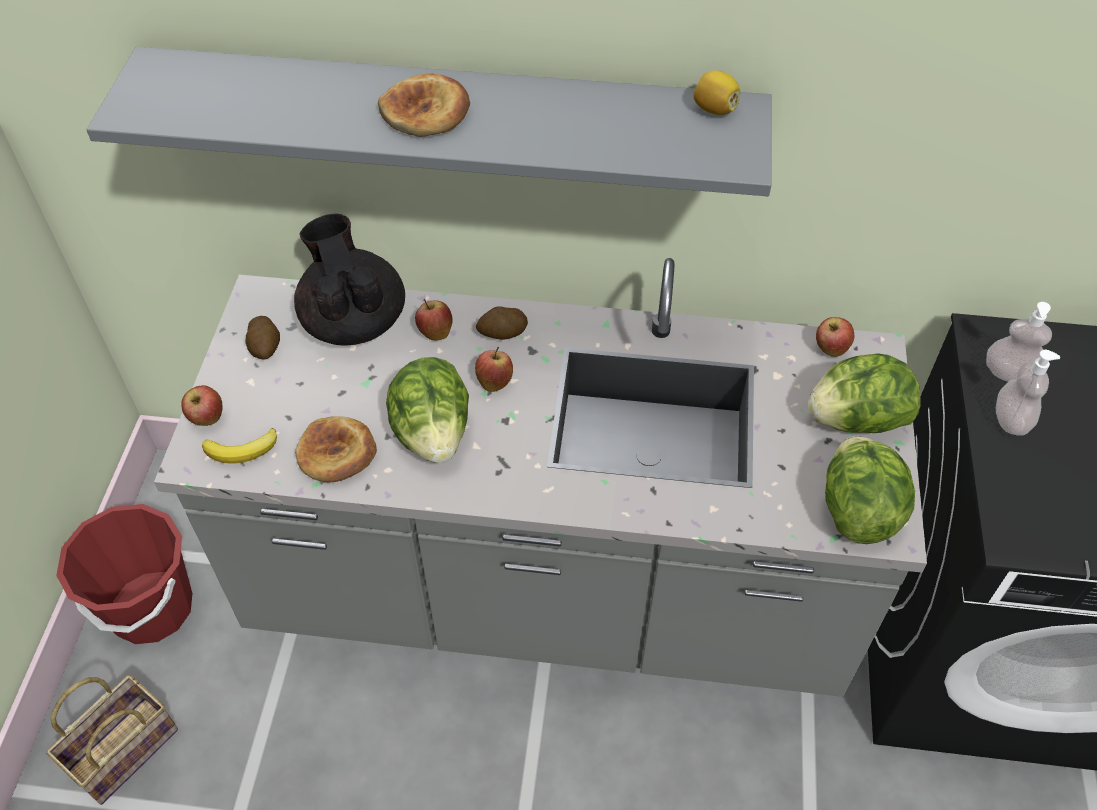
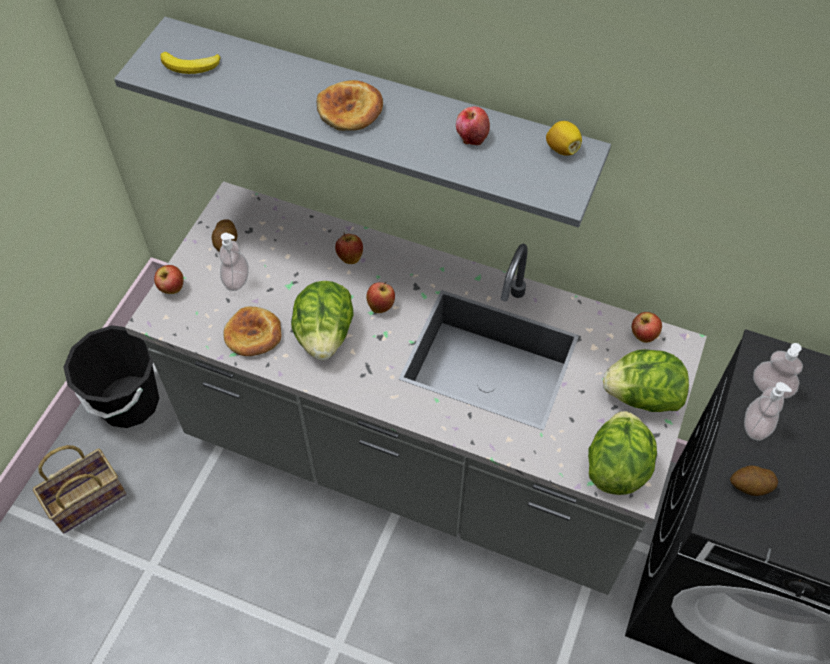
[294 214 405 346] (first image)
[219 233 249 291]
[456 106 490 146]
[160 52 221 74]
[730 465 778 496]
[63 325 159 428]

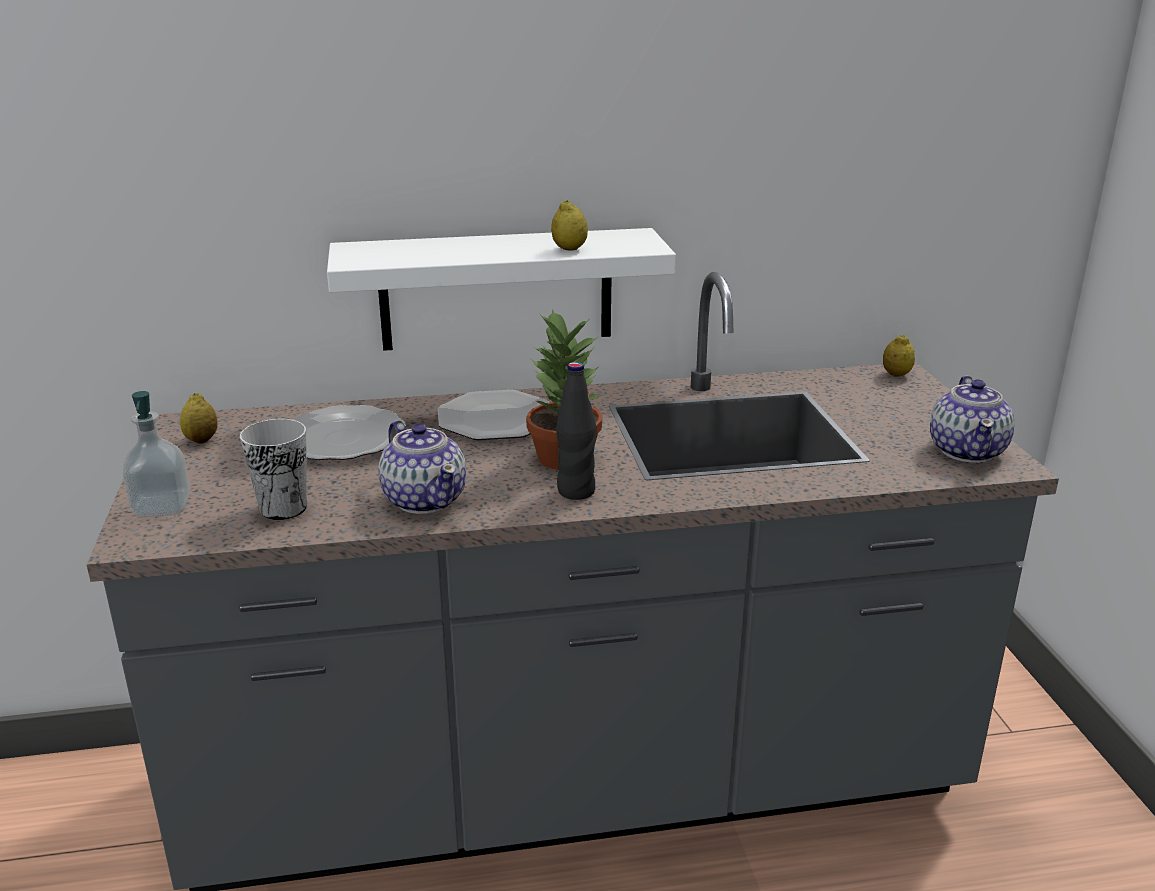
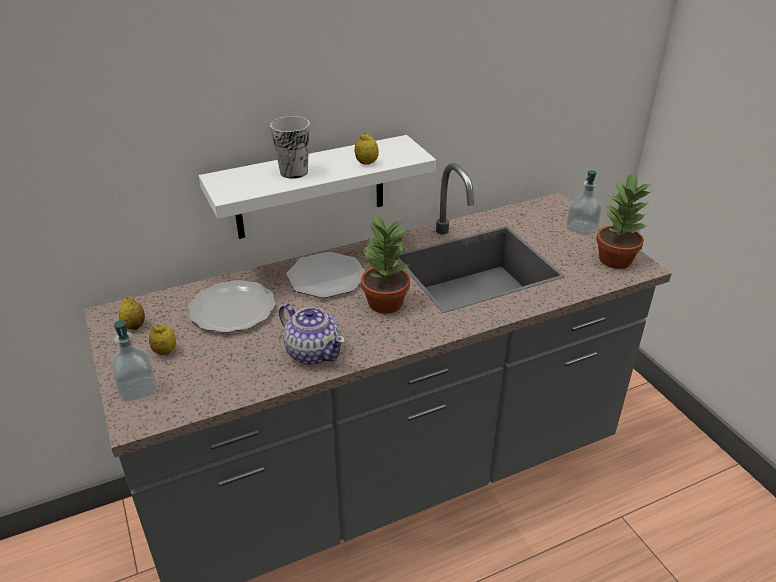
[556 362 596 500] (first image)
[566 170 602 235]
[270 116 310 179]
[149 324 176 355]
[596 171 652 269]

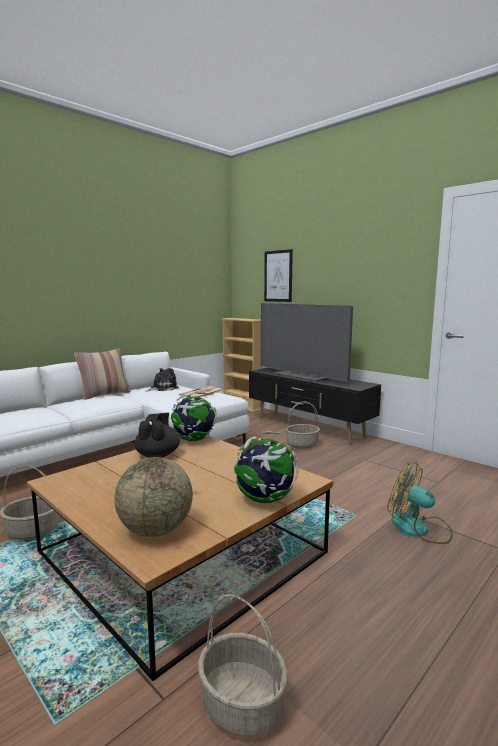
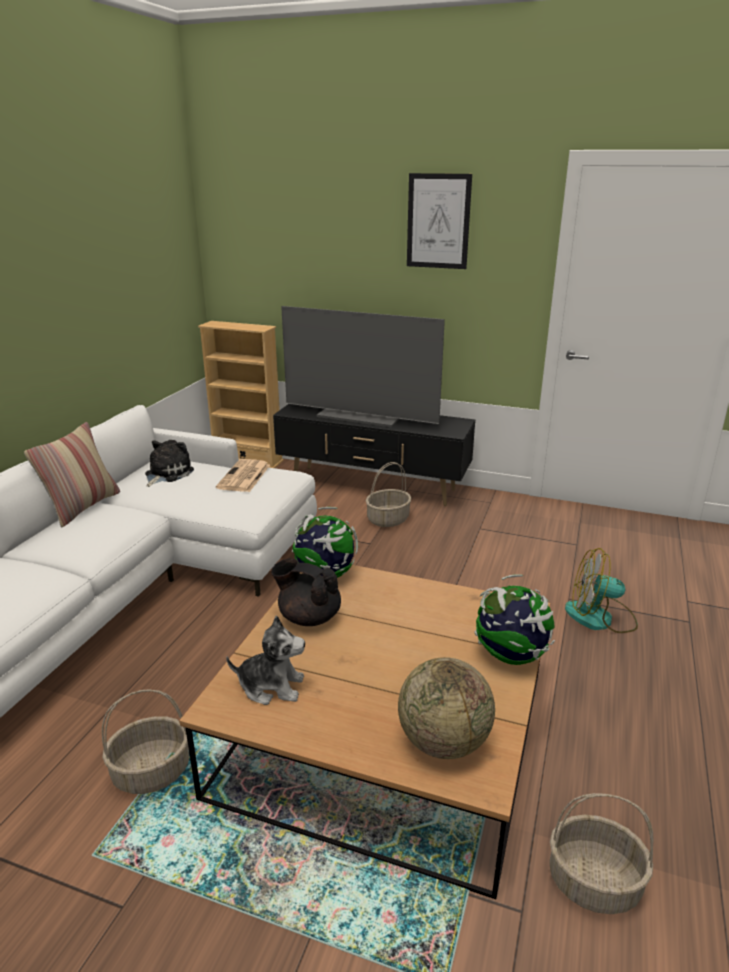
[226 616 305 705]
[407 173 472 269]
[271 558 341 626]

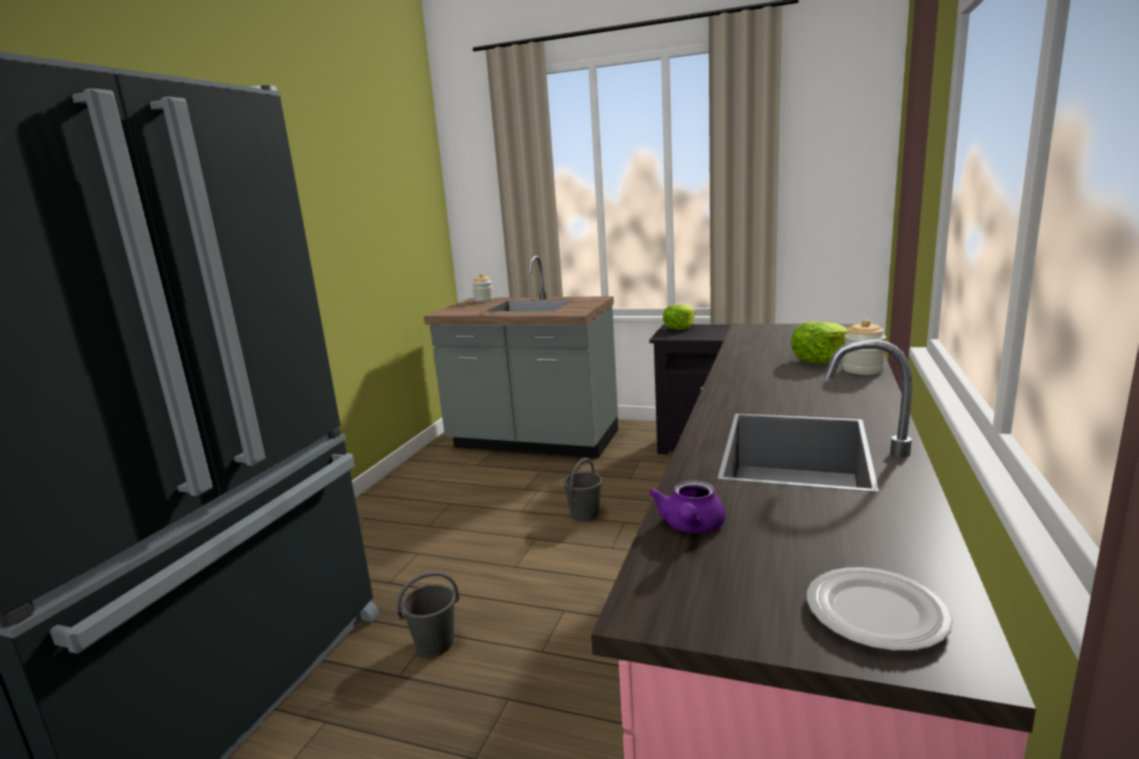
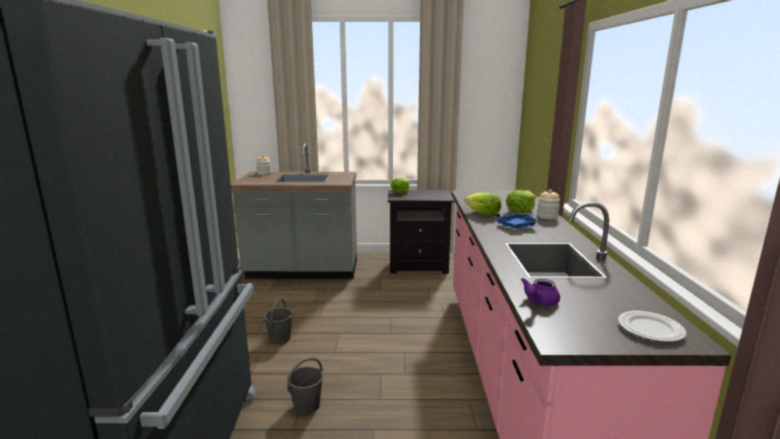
[464 192 501 216]
[495 213 539 229]
[264 298 293 344]
[521 278 560 306]

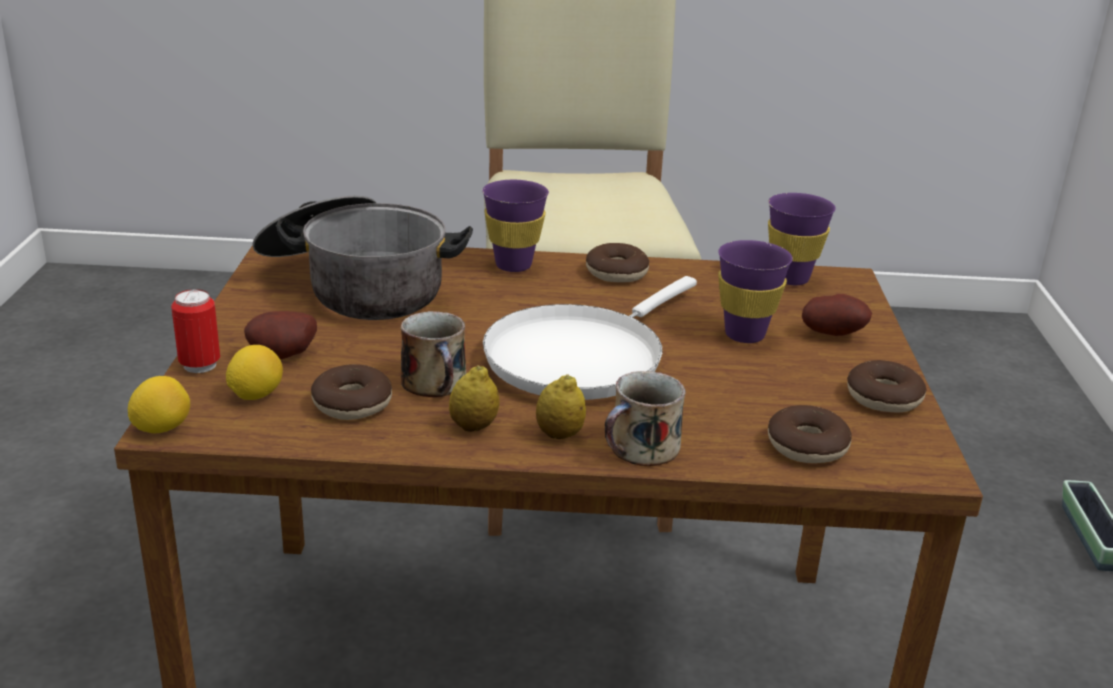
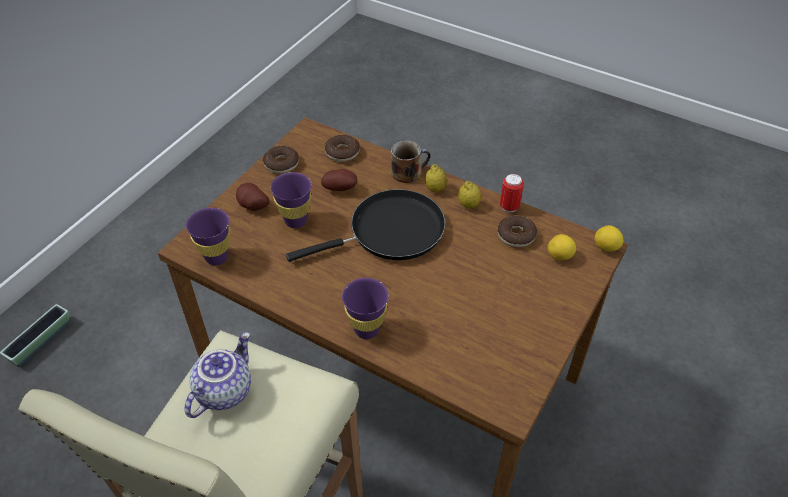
[252 195 473 320] (first image)
[401 311 466 397] (first image)
[586 243 649 282] (first image)
[184 332 251 418]
[500 174 524 212]
[321 169 357 191]
[286 189 445 262]

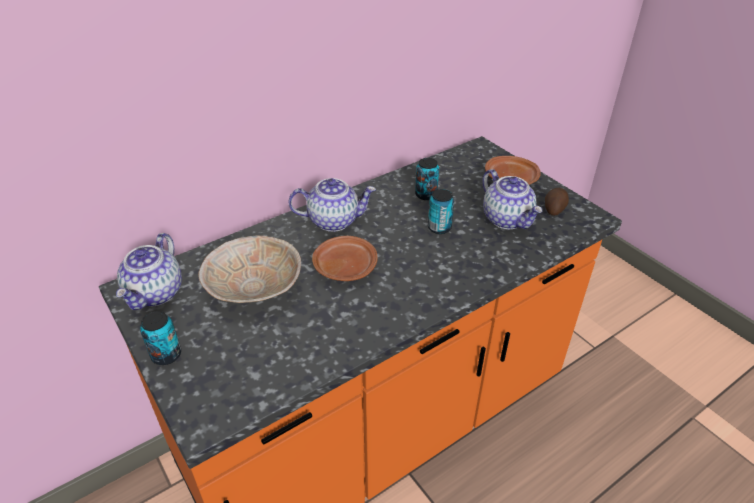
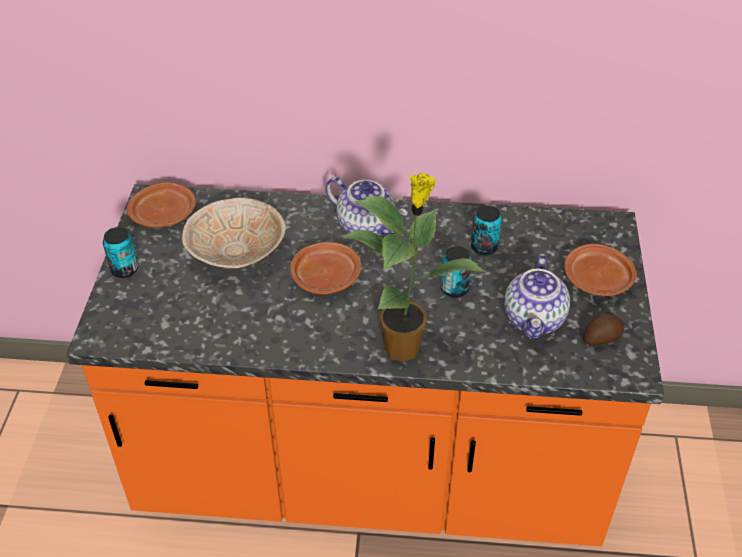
[340 172 486 362]
[127 182 196 227]

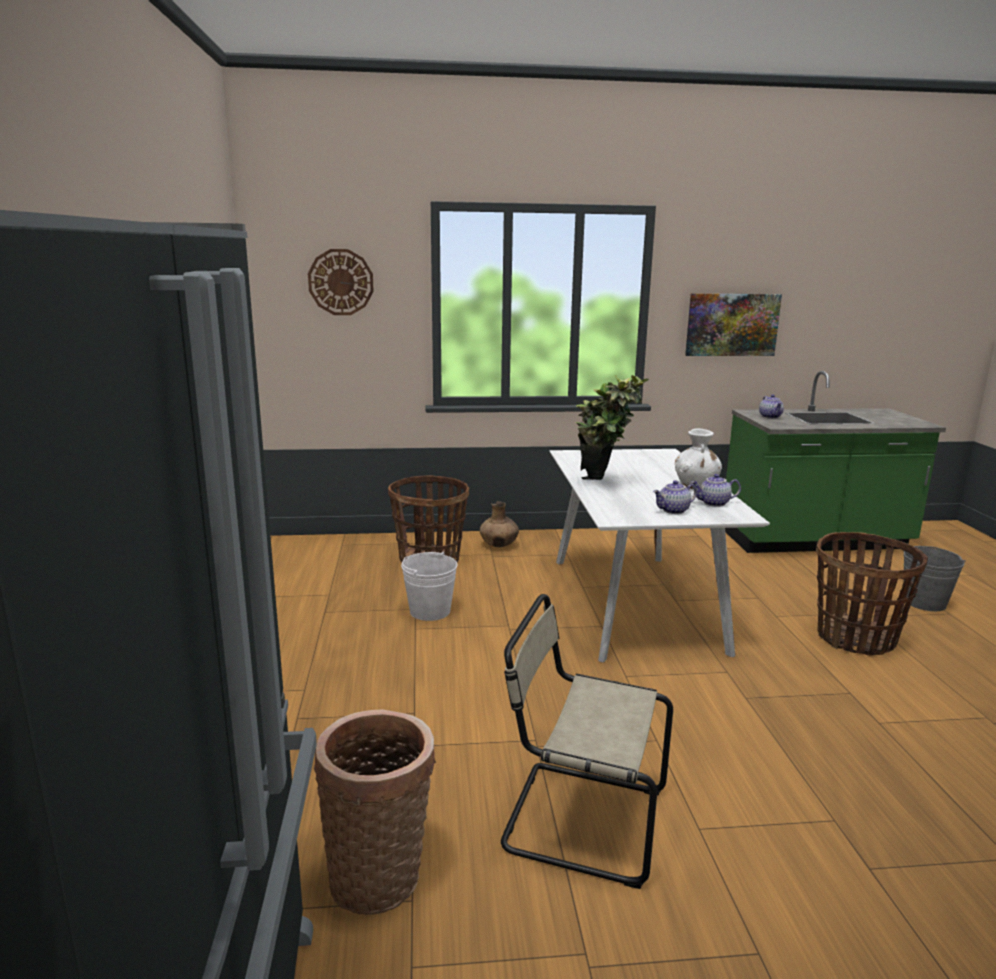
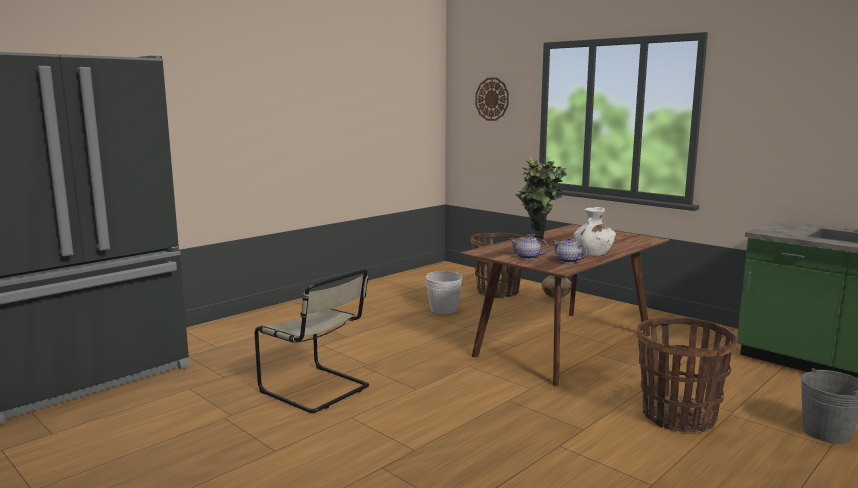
[314 710 436 915] (first image)
[685 293 782 356] (first image)
[759 394 784 419] (first image)
[460 224 670 386]
[255 269 369 413]

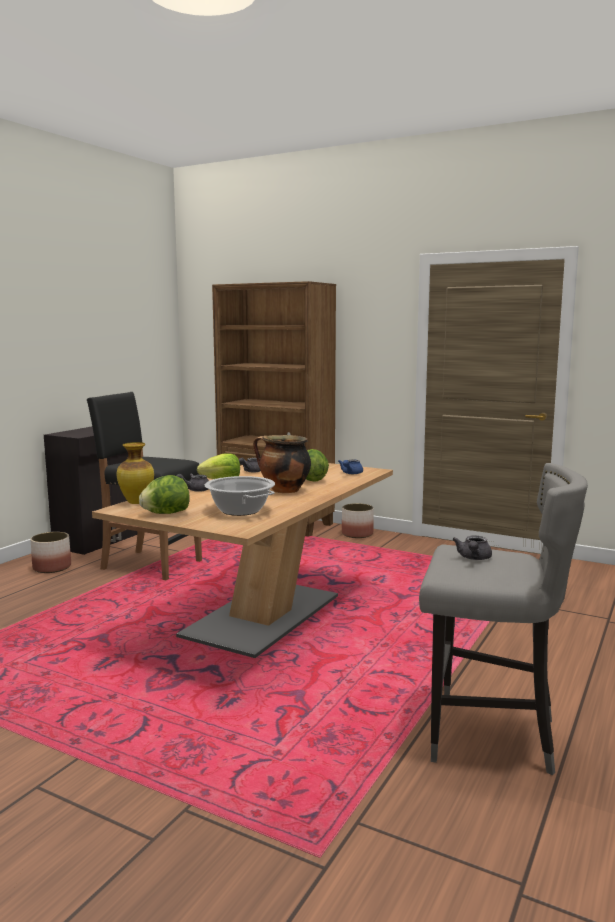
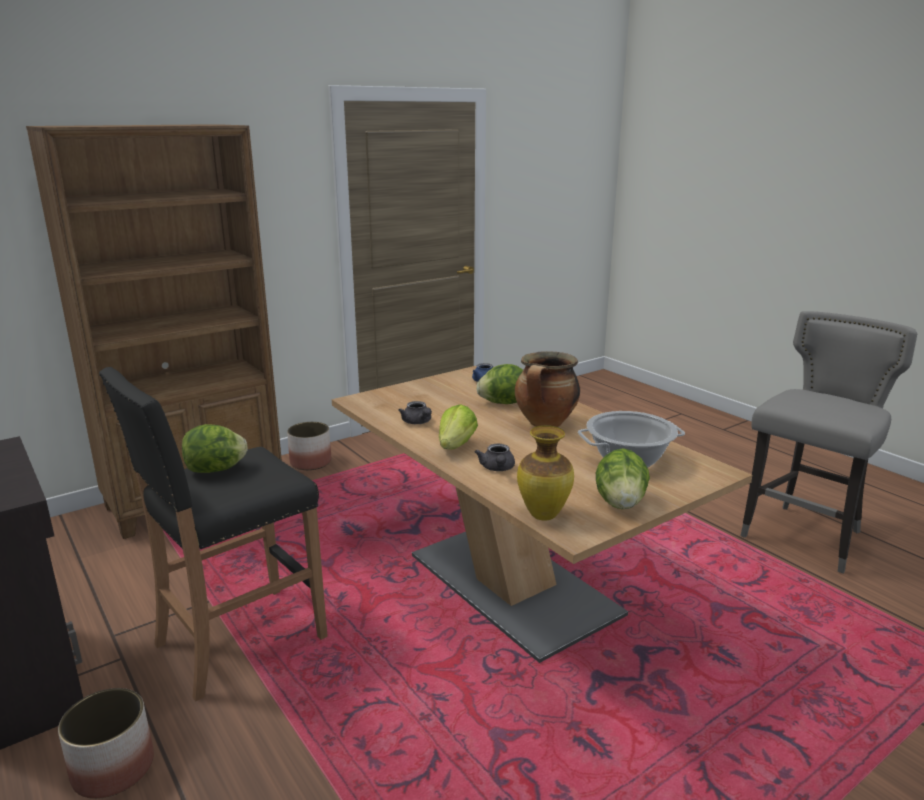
[453 536 492 560] (first image)
[182 424 248 473]

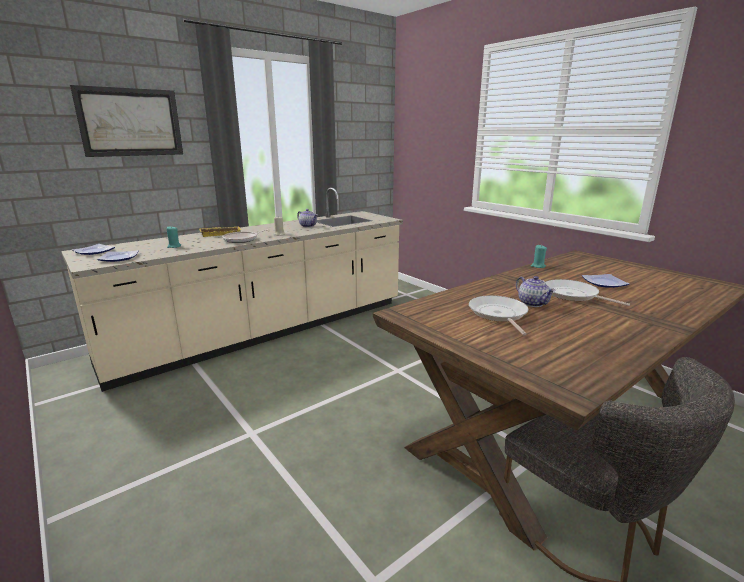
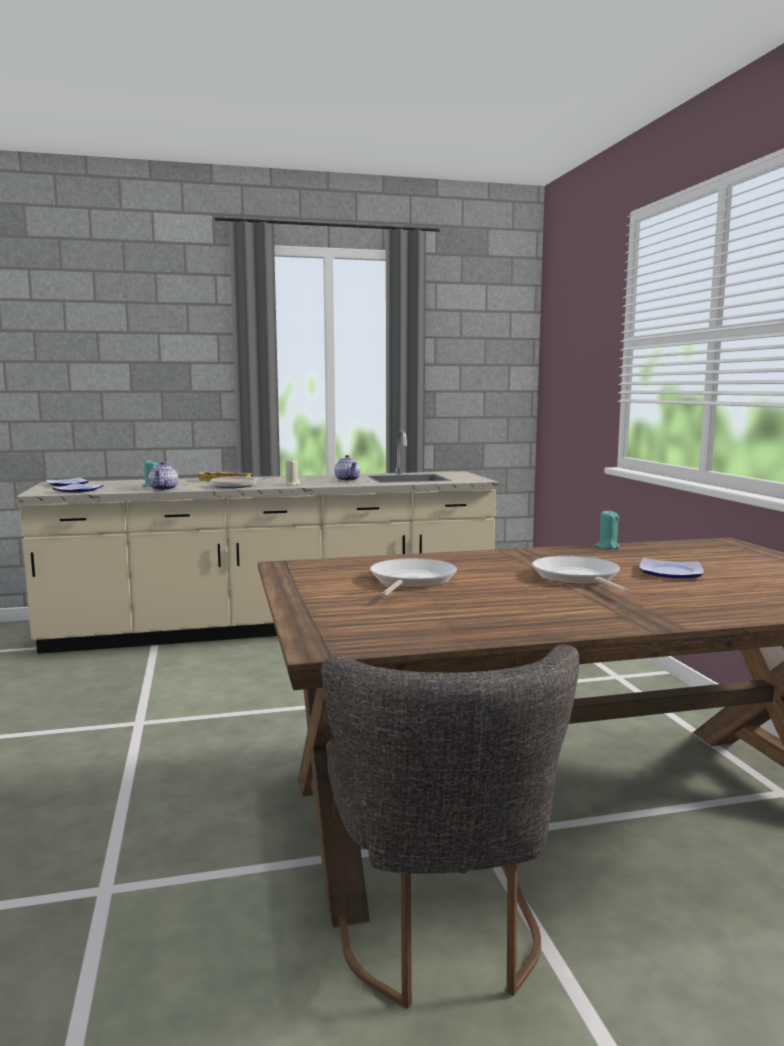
[70 85 183 157] (first image)
[148 462 178 491]

